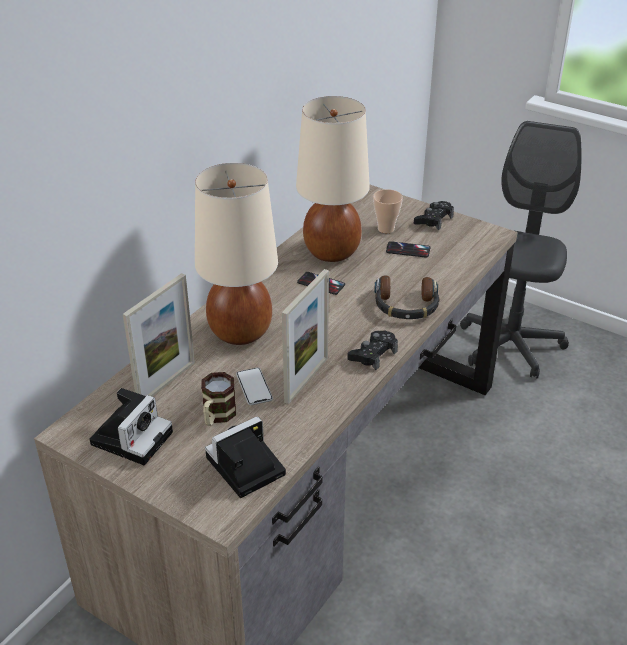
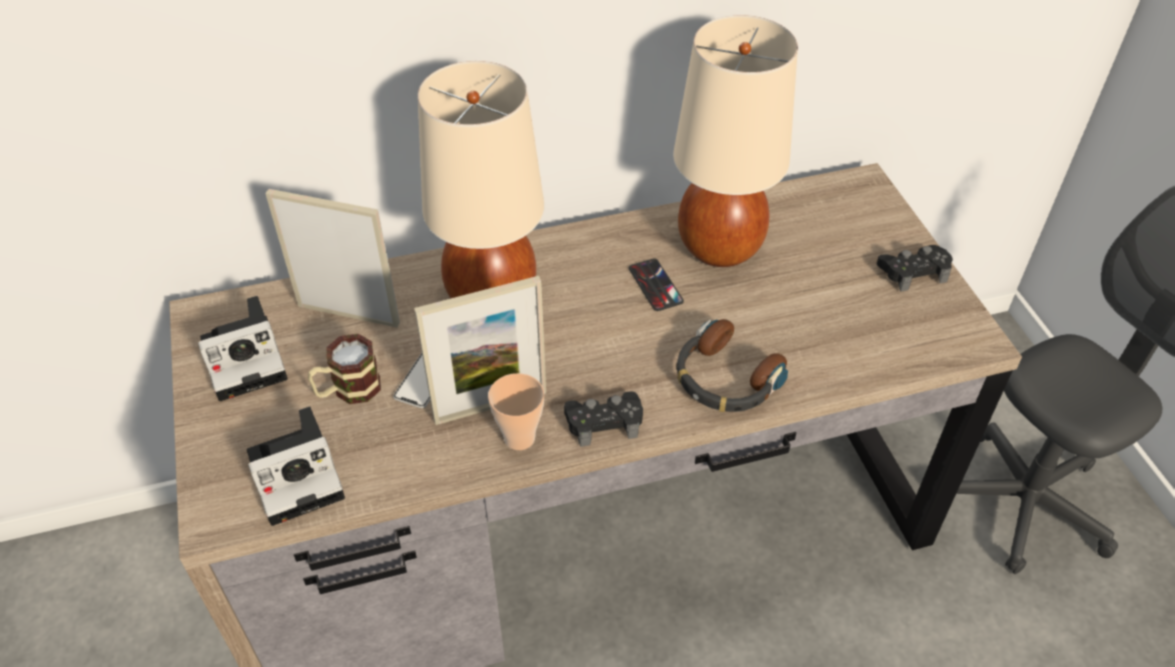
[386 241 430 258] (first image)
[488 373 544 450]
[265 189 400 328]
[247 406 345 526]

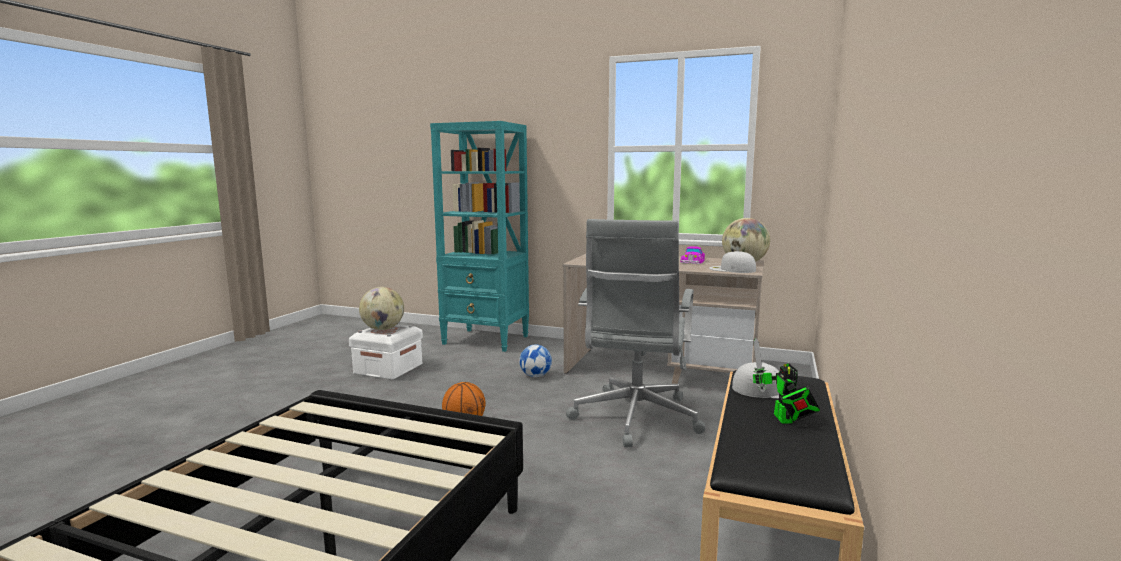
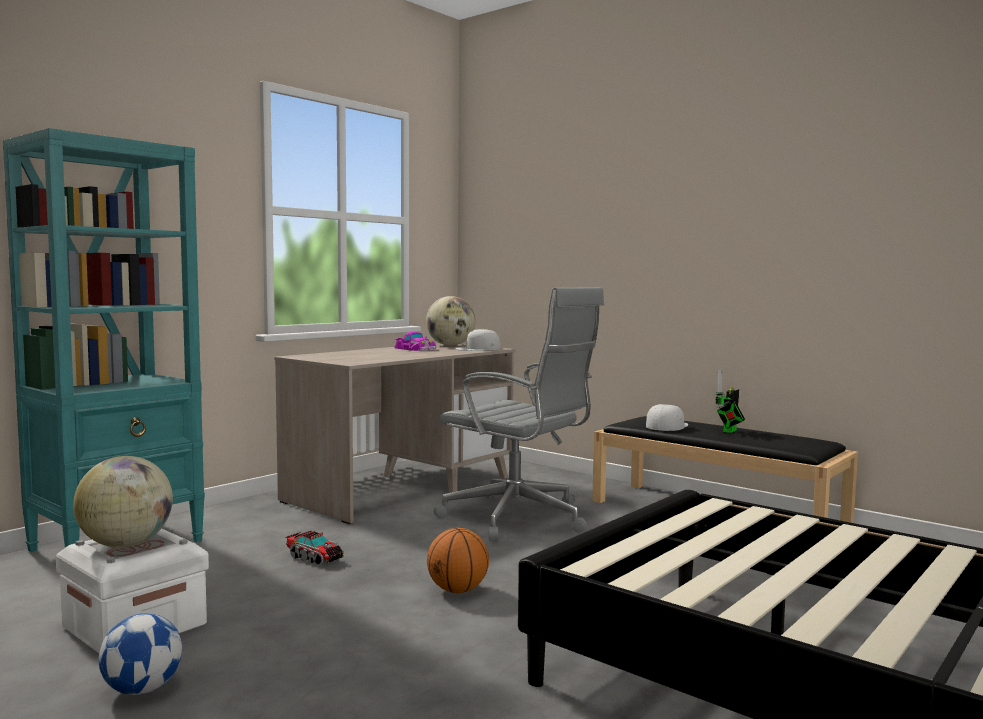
[285 531 344 565]
[99 613 182 695]
[715 369 745 433]

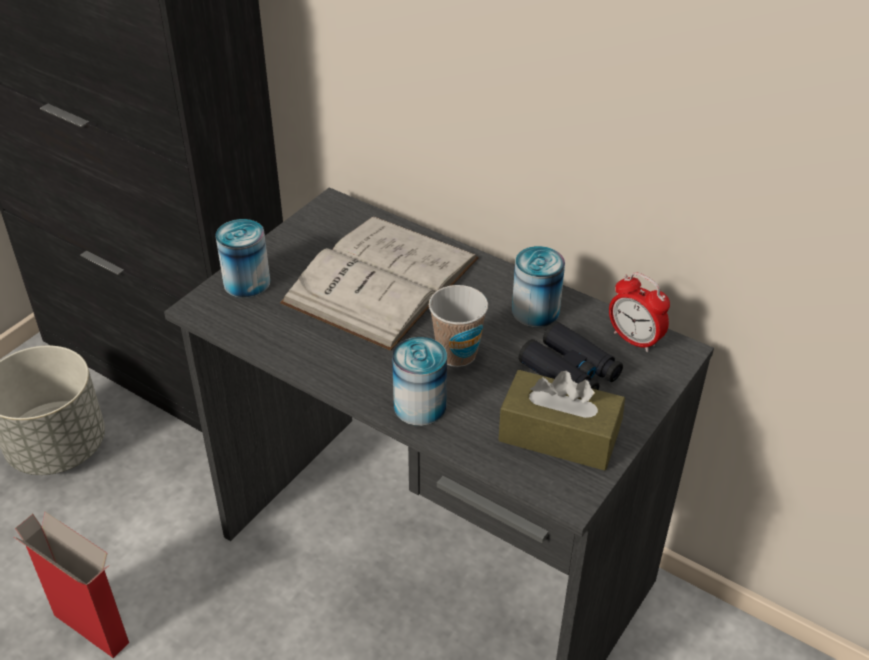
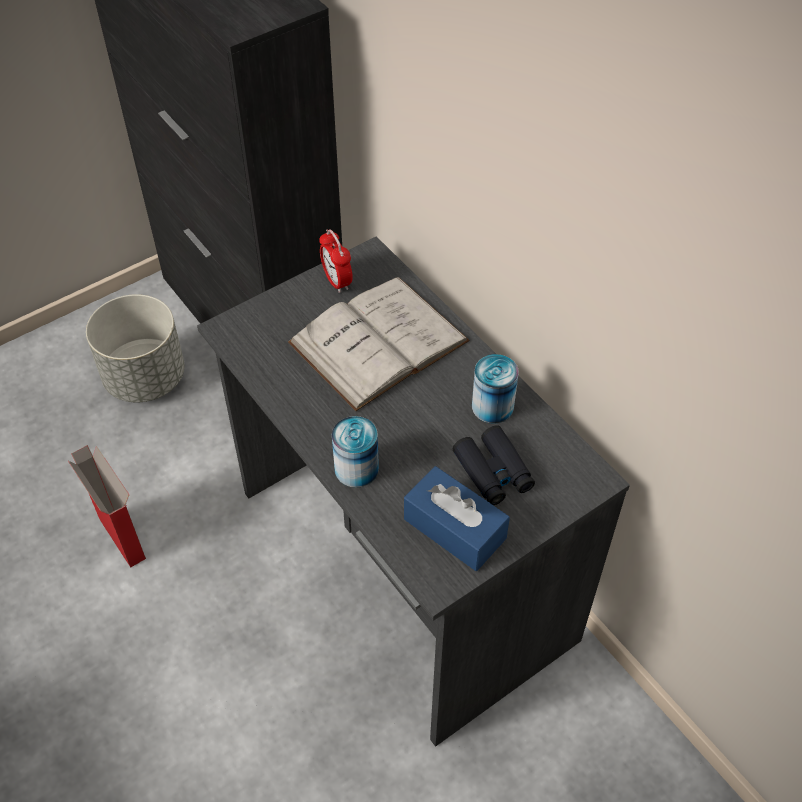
[215 219 270 298] (first image)
[429 285 488 367] (first image)
[319 229 353 293]
[404 466 510 571]

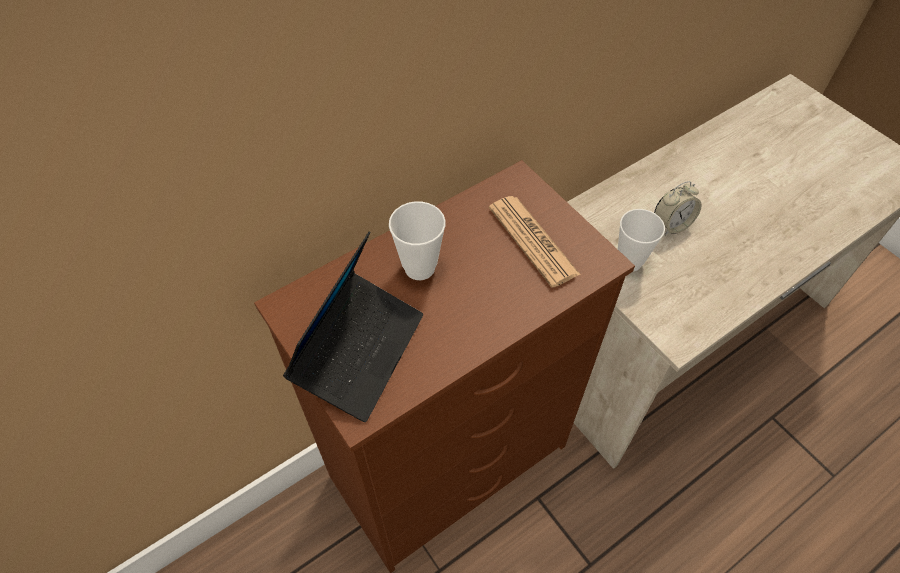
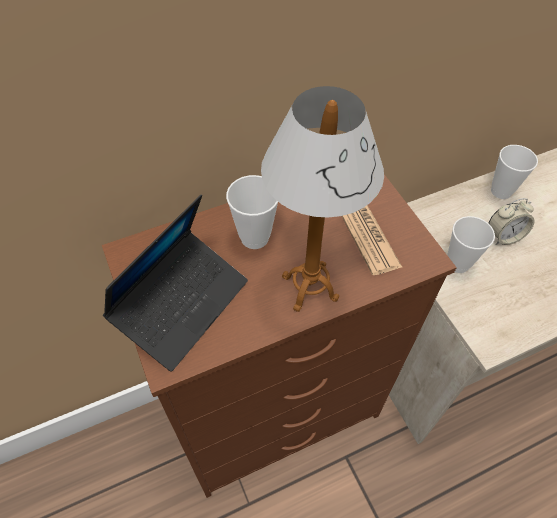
[261 86 384 312]
[491 145 538 199]

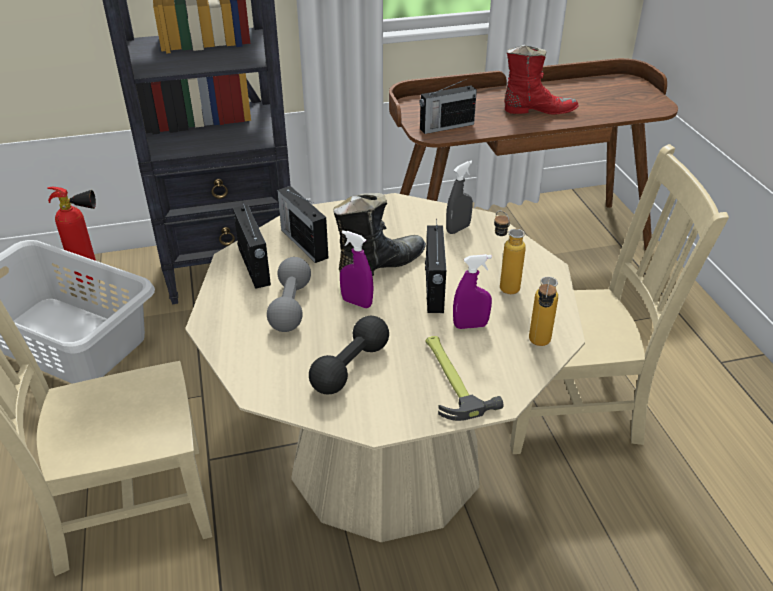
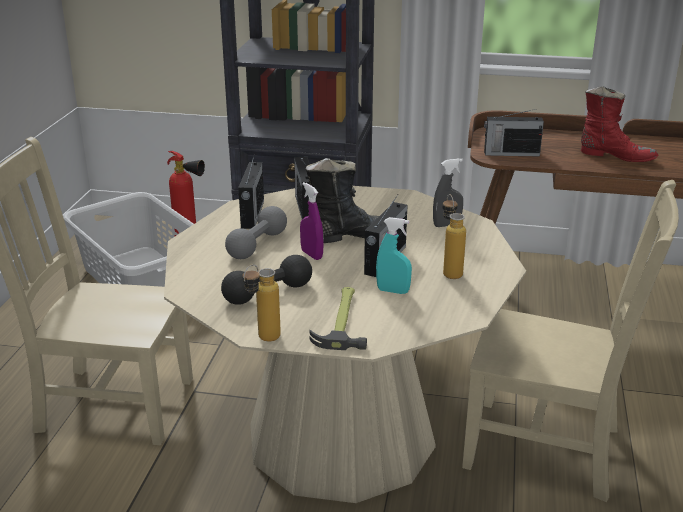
[243 264 281 342]
[376 217 412 294]

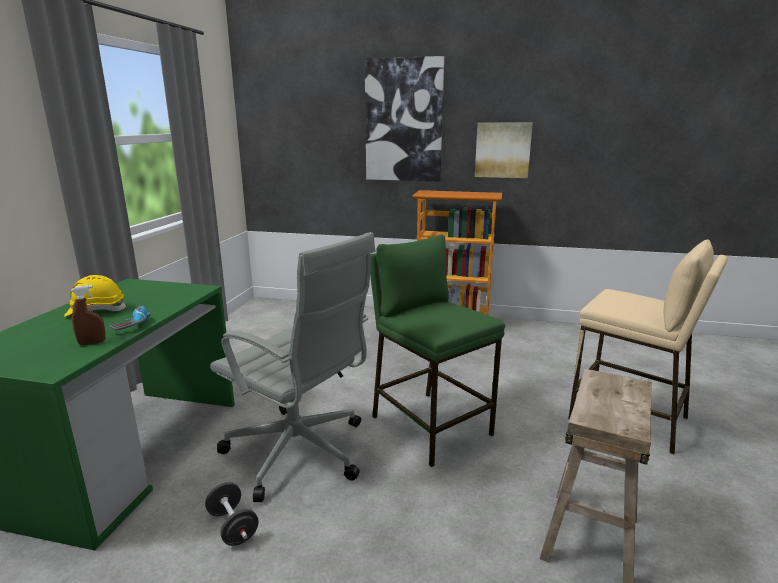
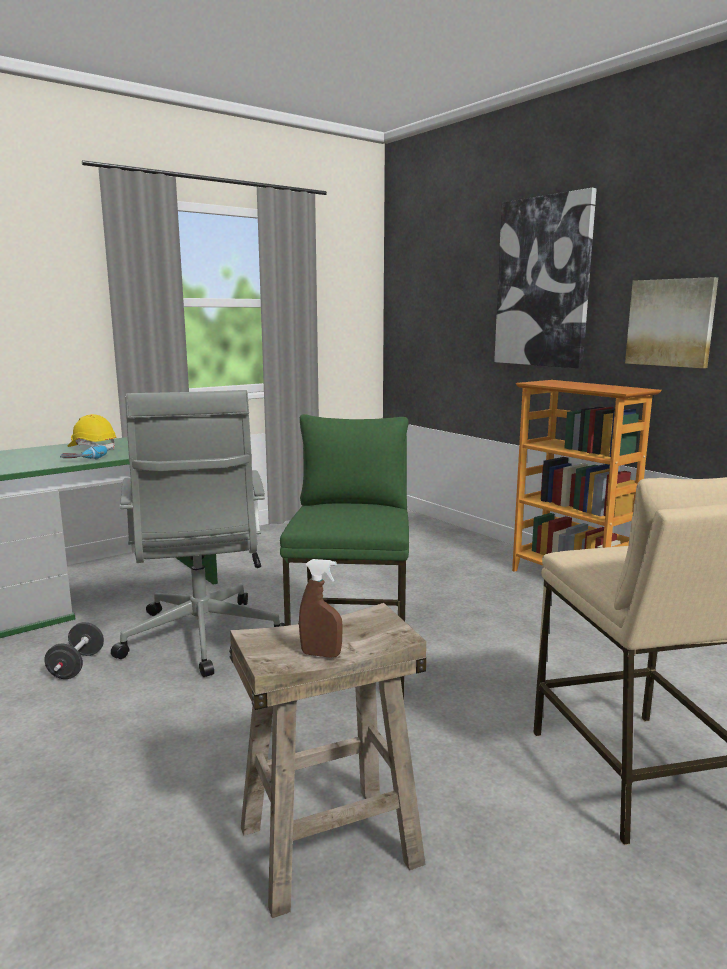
[299 559 343 658]

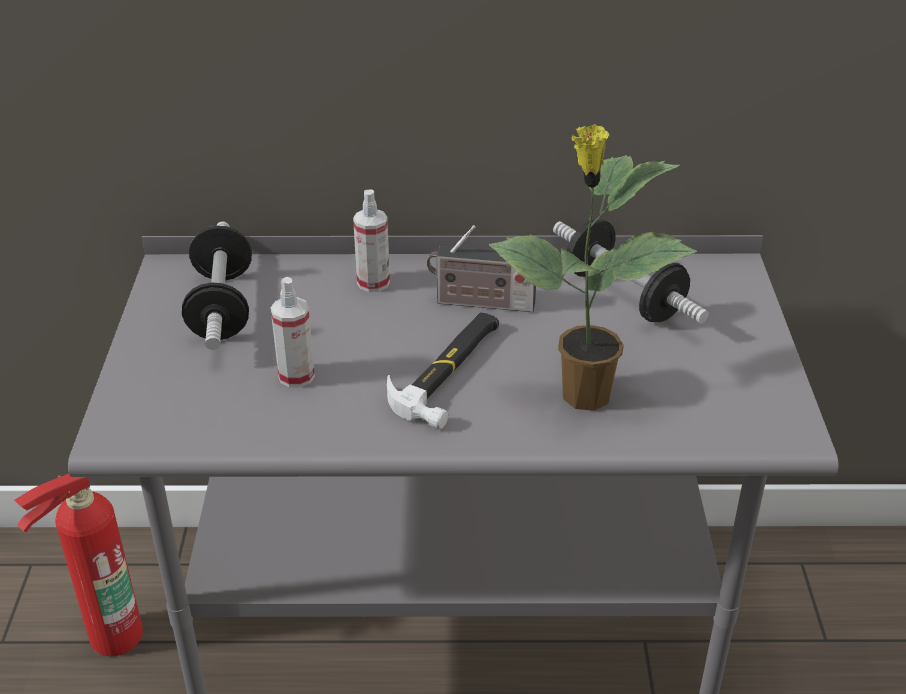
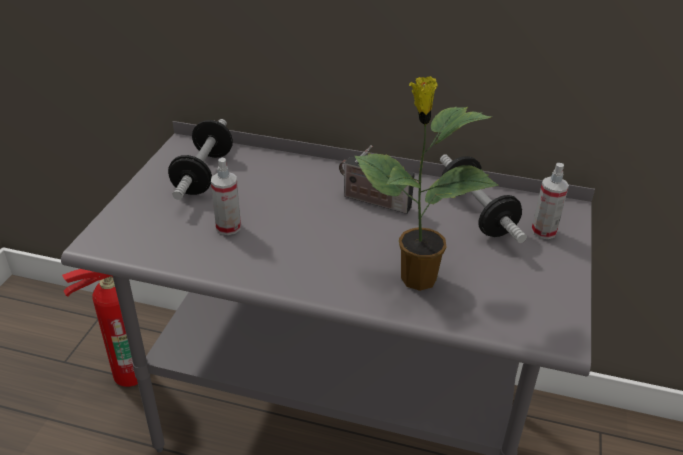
[387 313 499 429] (first image)
[531 163 569 239]

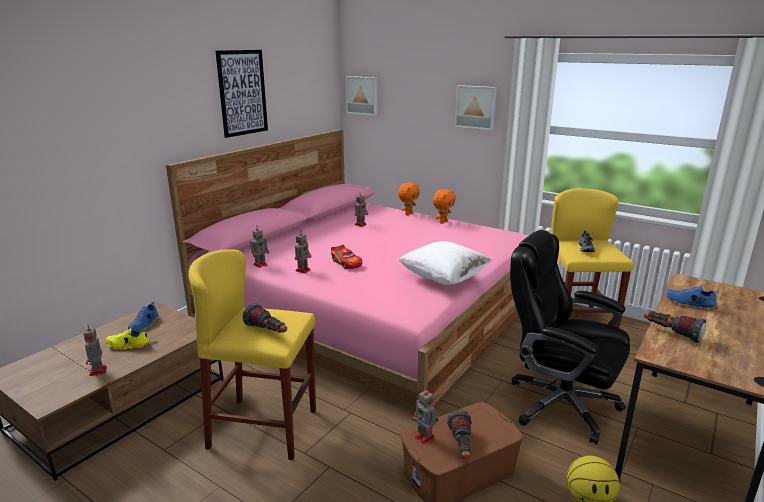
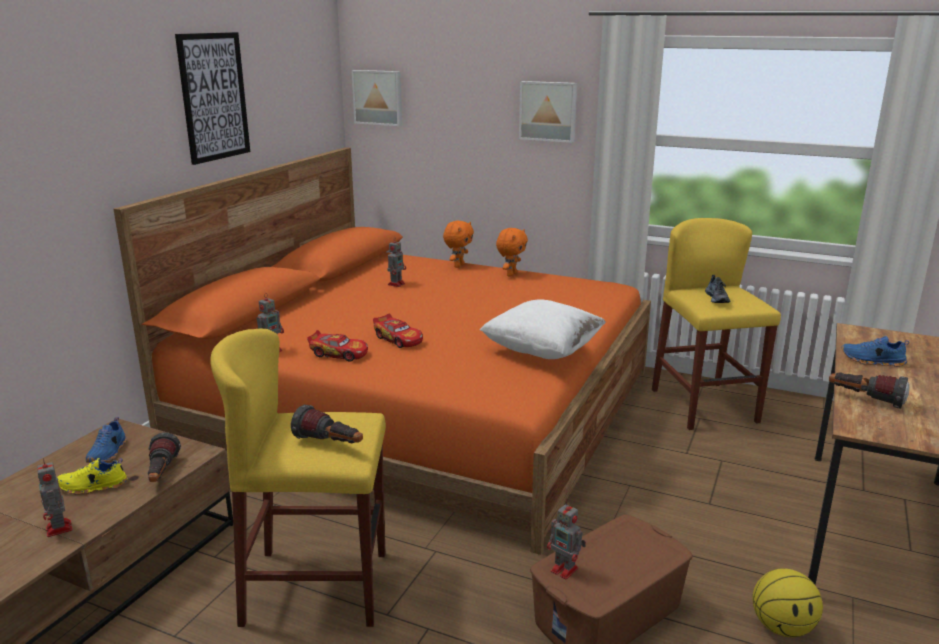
[510 230 630 445] (first image)
[148 432 181 482]
[307 330 368 362]
[114 147 651 555]

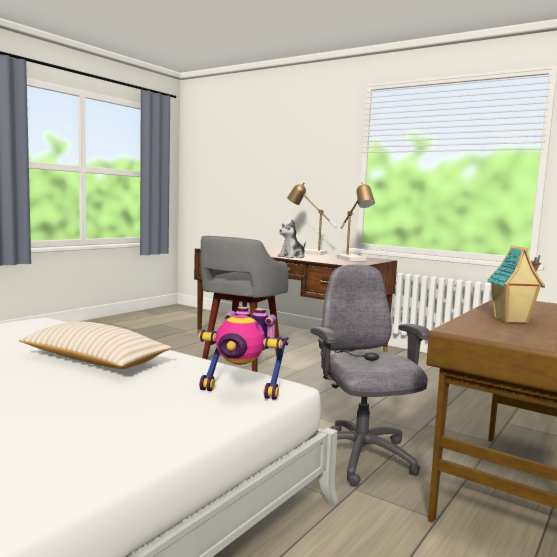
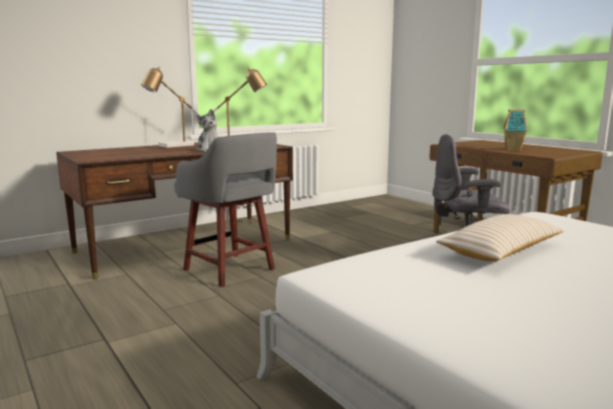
[198 307 289 400] (first image)

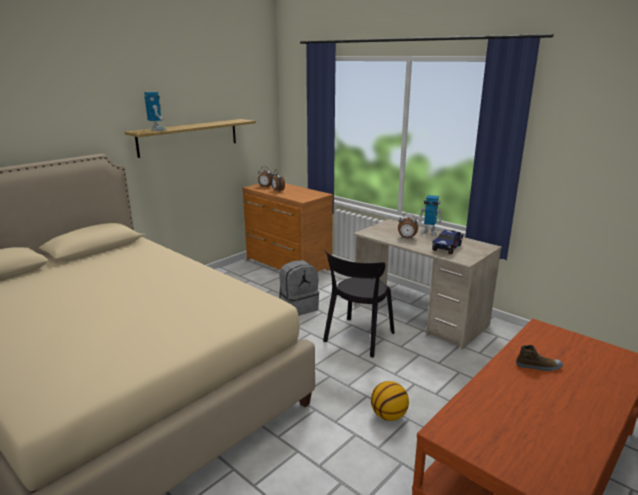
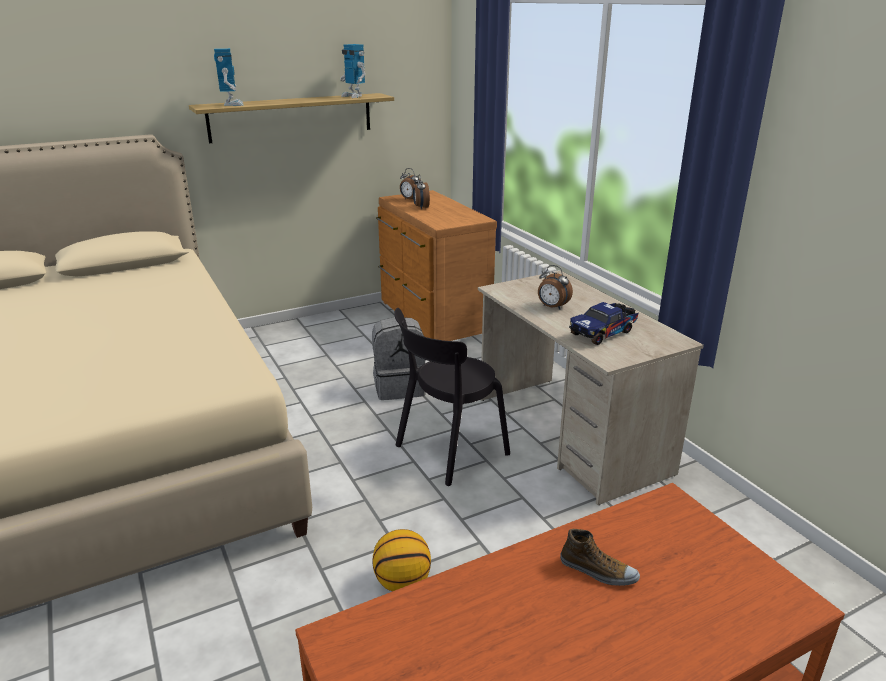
[340 44 366 98]

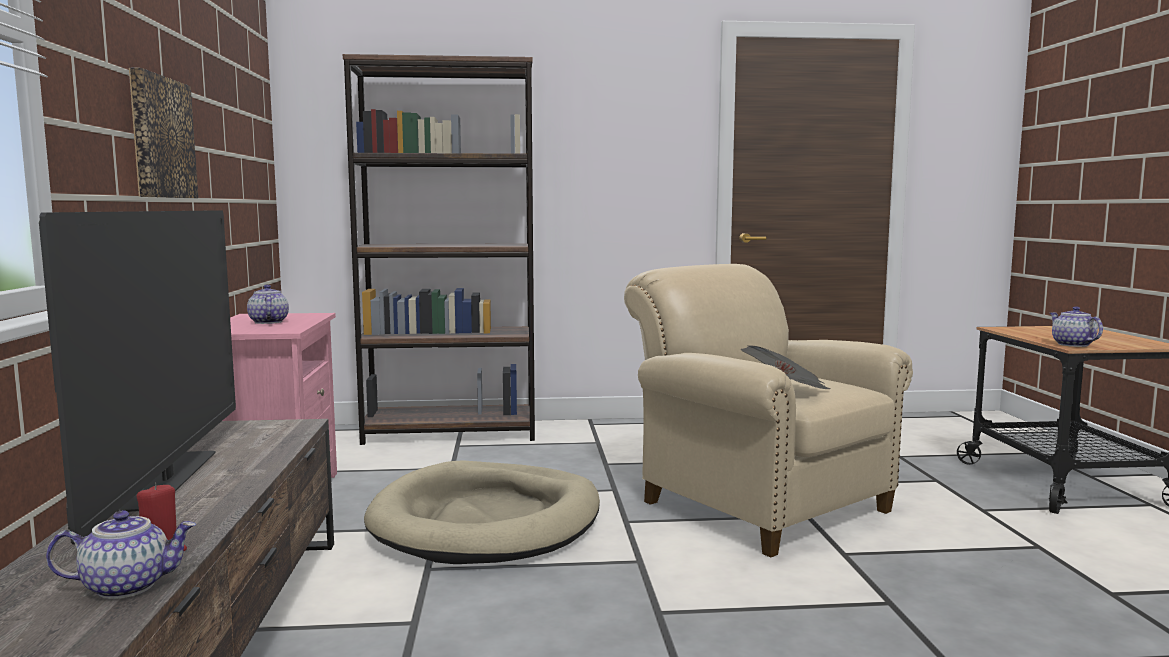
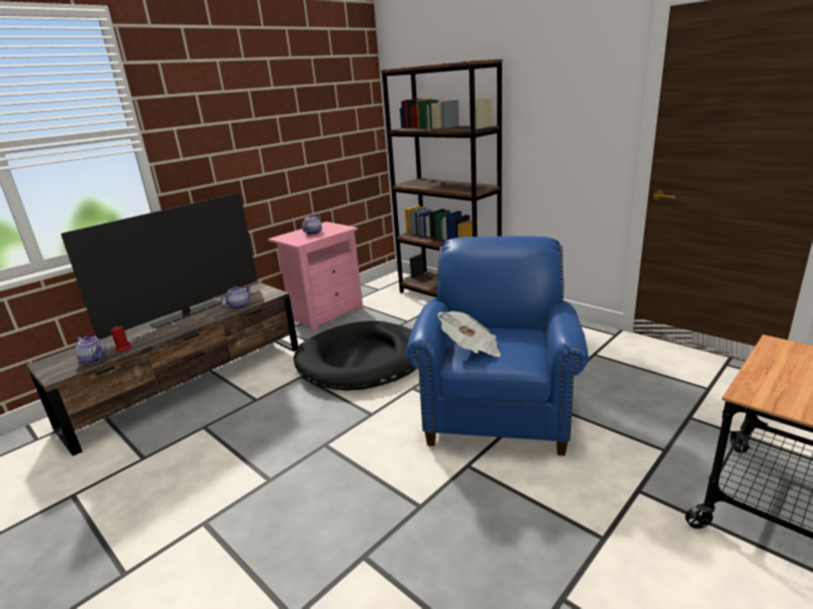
[129 67 198 198] (first image)
[220 285 251 309]
[293 321 416 391]
[406 236 589 456]

